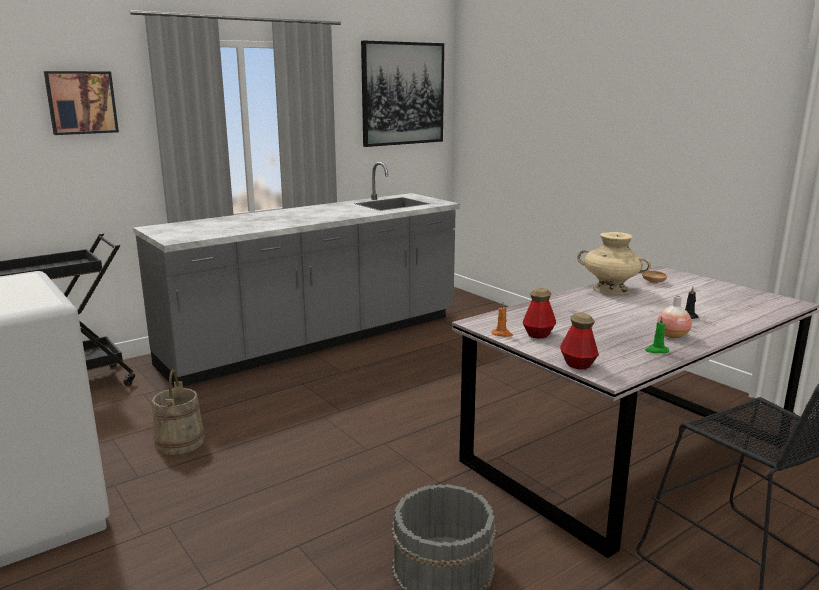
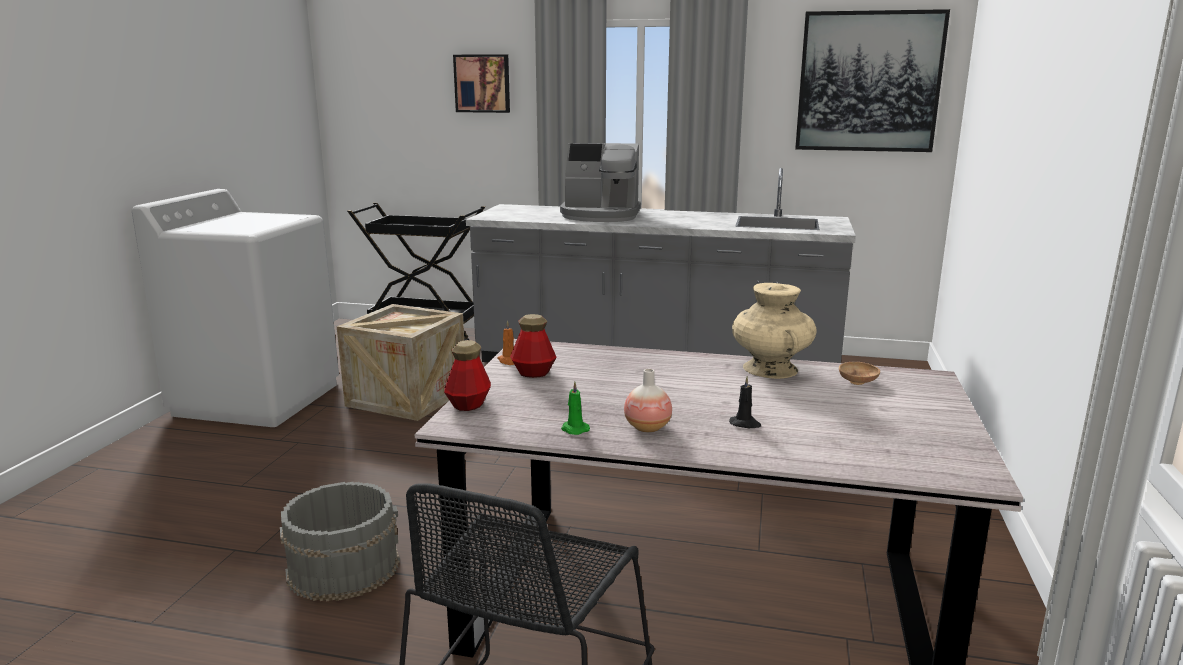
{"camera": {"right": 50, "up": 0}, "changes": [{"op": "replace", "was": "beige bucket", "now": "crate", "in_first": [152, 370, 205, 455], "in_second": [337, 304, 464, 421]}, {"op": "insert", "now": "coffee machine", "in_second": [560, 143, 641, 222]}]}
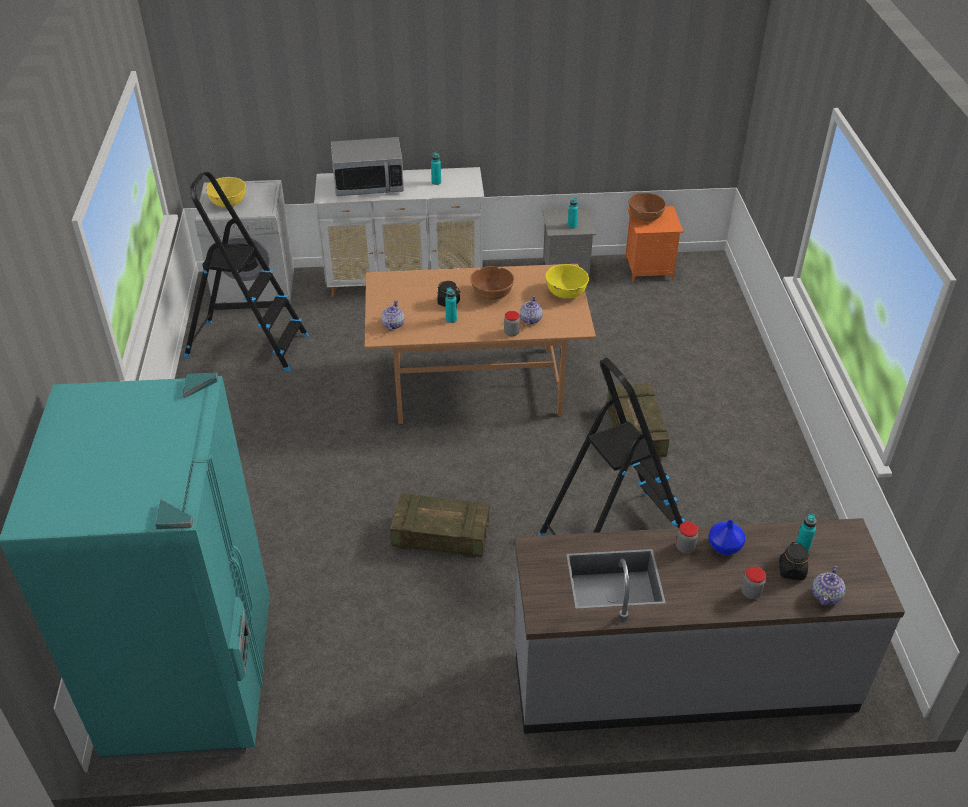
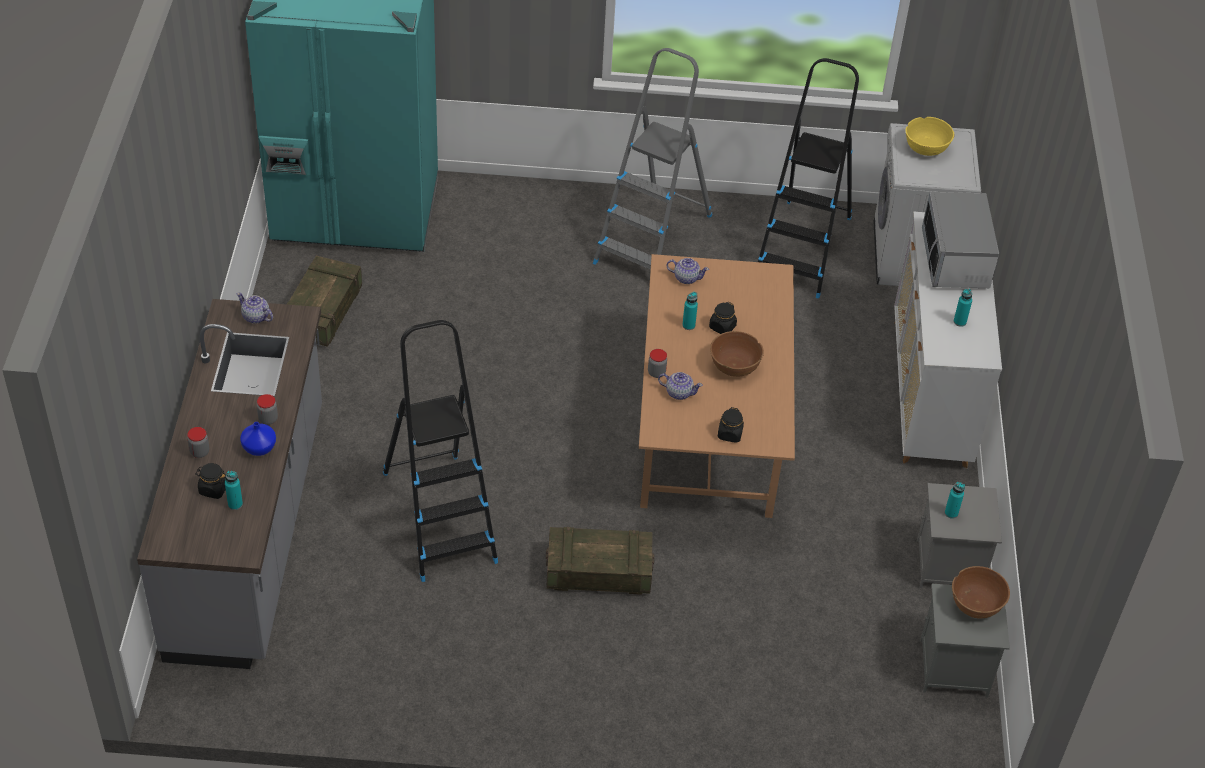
{"camera": {"right": 95, "up": 5}, "changes": [{"op": "move", "was": "crate", "in_first": [390, 493, 490, 558], "in_second": [287, 256, 362, 347]}, {"op": "replace", "was": "yellow bowl", "now": "black jar", "in_first": [545, 264, 589, 299], "in_second": [718, 407, 744, 443]}, {"op": "recolor", "was": "orange nightstand", "now": "grey nightstand", "in_first": [625, 206, 683, 282], "in_second": [920, 584, 1010, 697]}, {"op": "move", "was": "teapot", "in_first": [812, 565, 845, 606], "in_second": [237, 293, 273, 324]}, {"op": "insert", "now": "grey step ladder", "in_second": [593, 48, 713, 269]}]}
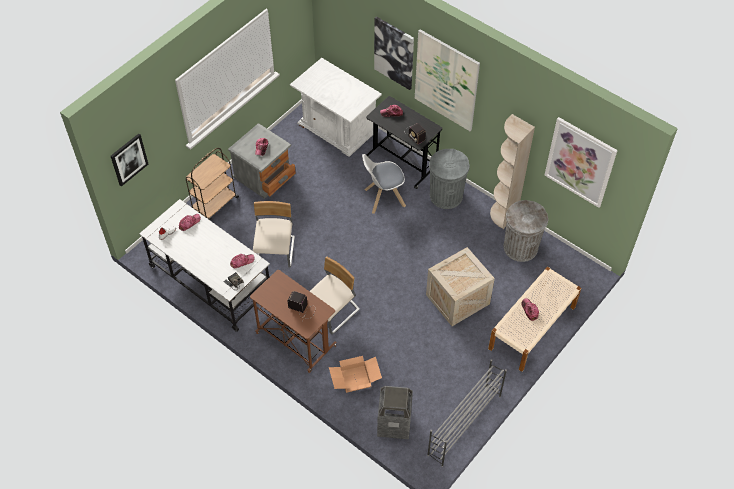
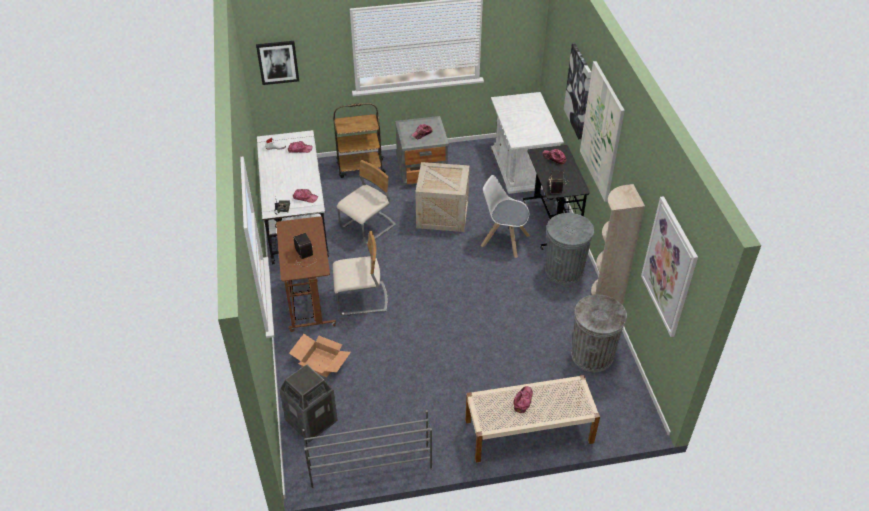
{"camera": {"right": 40, "up": -10}, "changes": [{"op": "move", "was": "crate", "in_first": [426, 247, 495, 326], "in_second": [415, 162, 470, 232]}]}
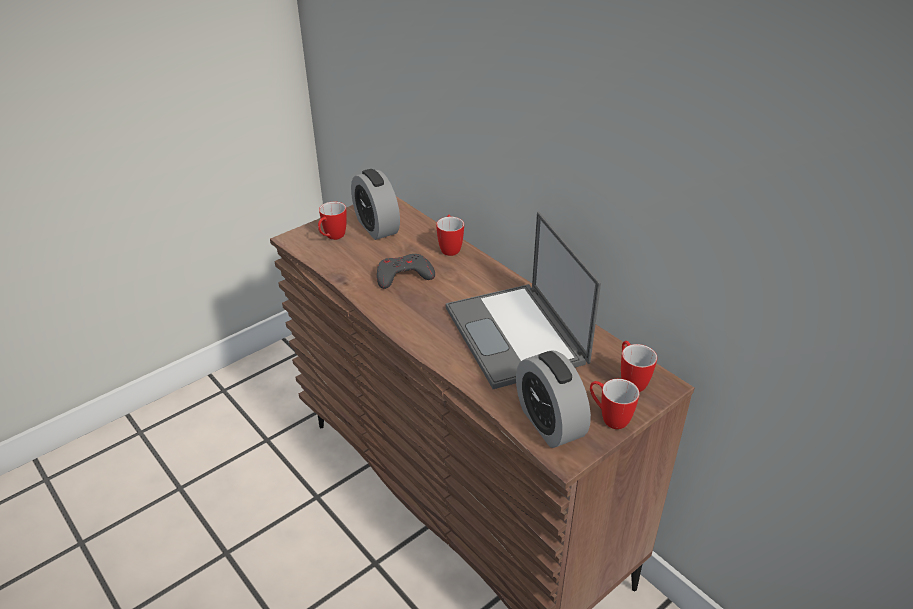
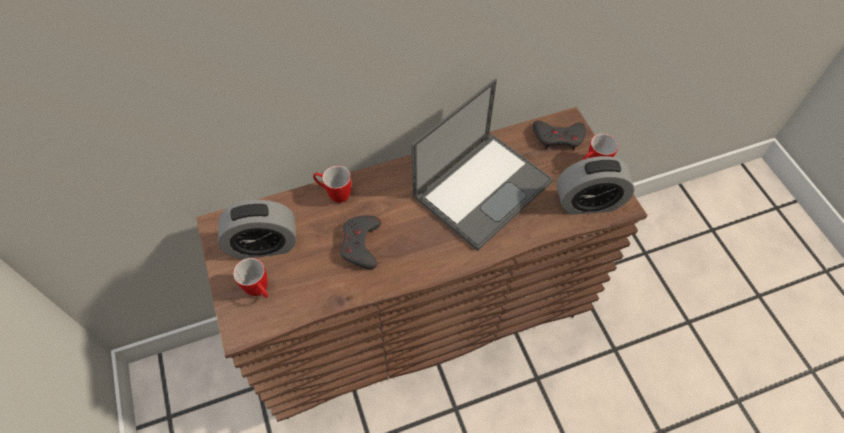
{"camera": {"right": -70, "up": 20}, "changes": [{"op": "rotate", "was": "laptop", "in_first": [446, 211, 601, 389], "in_second": [411, 79, 553, 251], "clockwise": -45}, {"op": "replace", "was": "mug", "now": "grey game controller", "in_first": [621, 341, 657, 392], "in_second": [533, 121, 586, 150]}]}
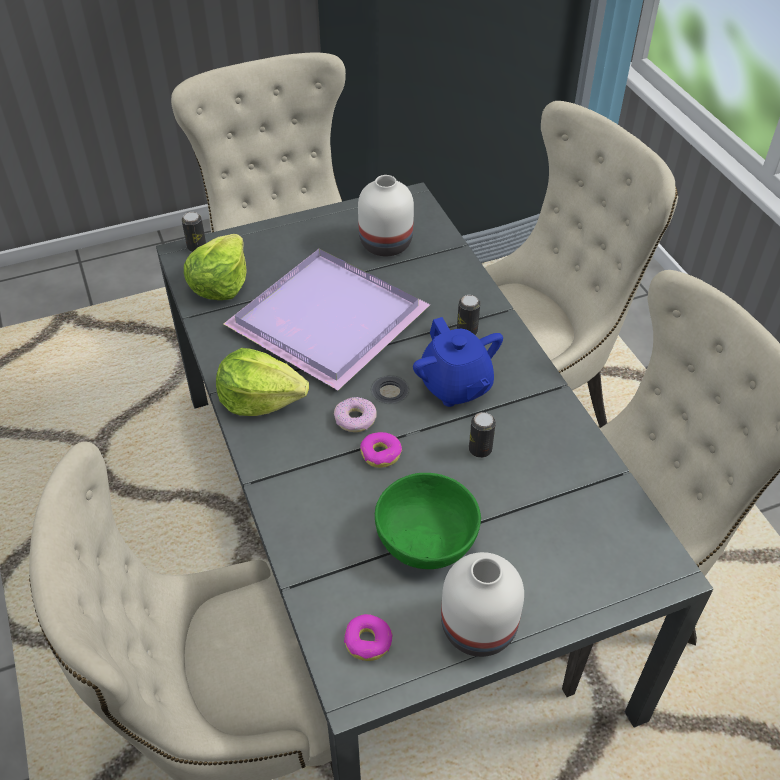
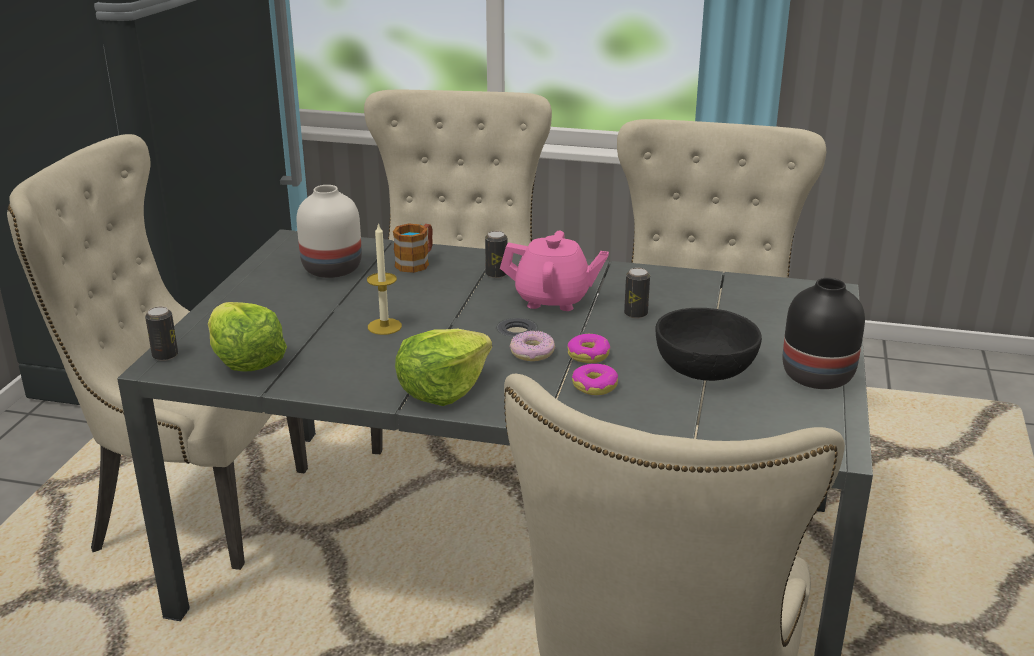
{"camera": {"right": -55, "up": -20}, "changes": [{"op": "replace", "was": "purple tray", "now": "candle", "in_first": [224, 249, 430, 390], "in_second": [367, 223, 402, 335]}, {"op": "move", "was": "donut", "in_first": [344, 614, 393, 661], "in_second": [572, 364, 618, 395]}, {"op": "recolor", "was": "green bowl", "now": "black bowl", "in_first": [375, 473, 481, 569], "in_second": [656, 308, 762, 381]}, {"op": "recolor", "was": "blue teapot", "now": "pink teapot", "in_first": [413, 317, 503, 407], "in_second": [500, 231, 609, 311]}, {"op": "recolor", "was": "white vase", "now": "black vase", "in_first": [441, 552, 524, 657], "in_second": [783, 278, 865, 389]}, {"op": "insert", "now": "mug", "in_second": [393, 223, 433, 273]}]}
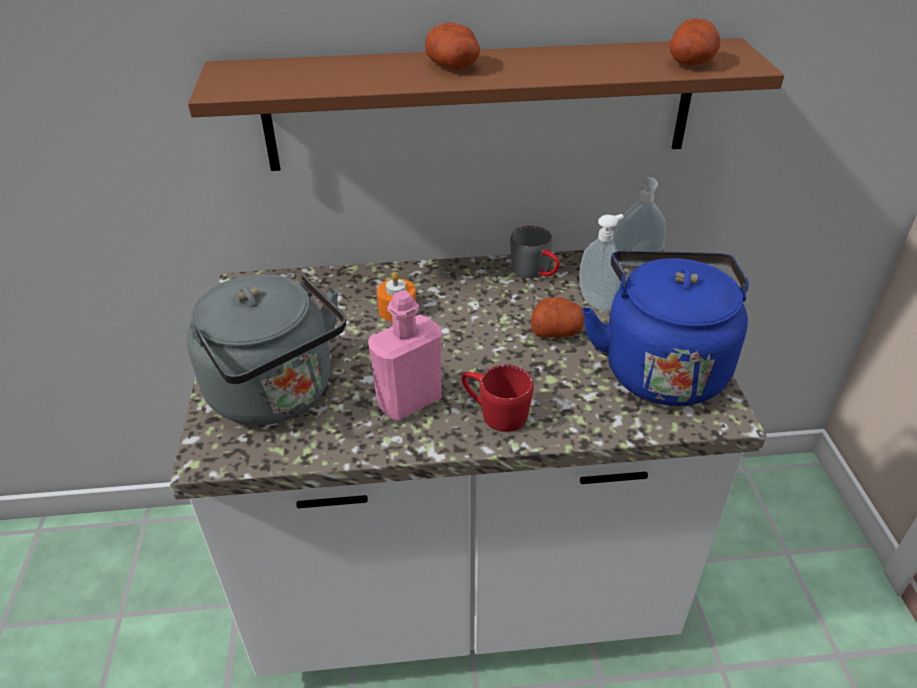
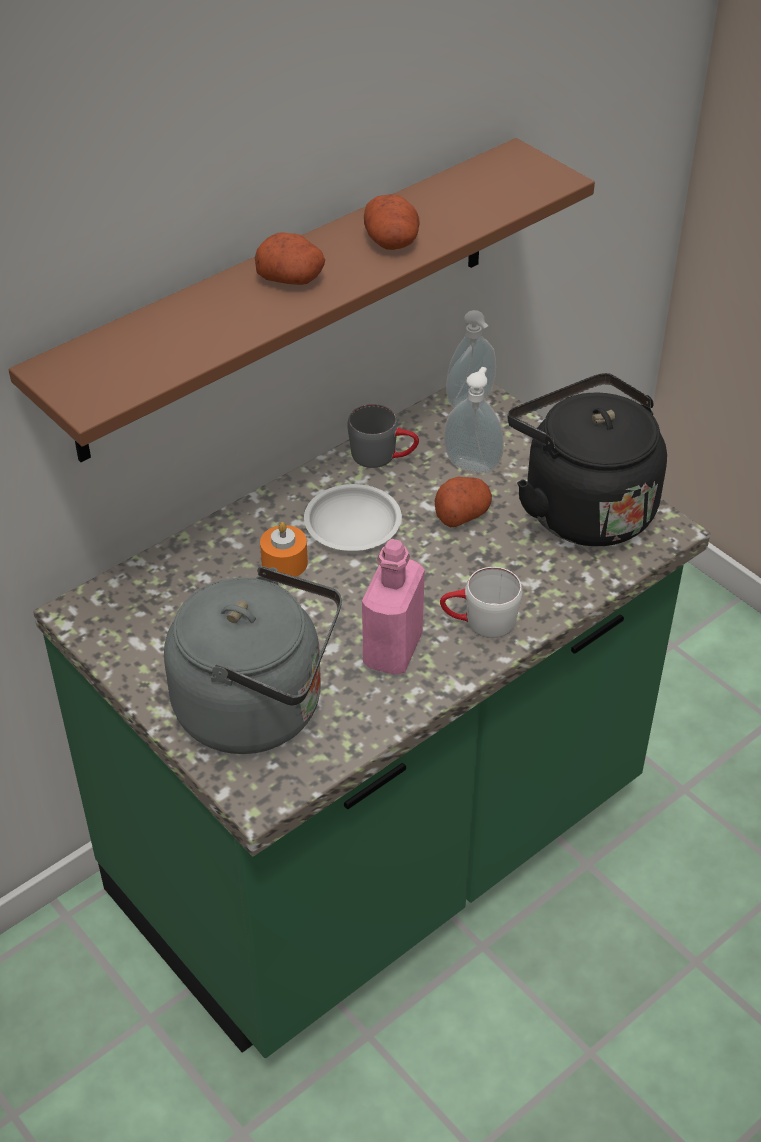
{"camera": {"right": -35, "up": 5}, "changes": [{"op": "recolor", "was": "white counter", "now": "green counter", "in_first": [170, 249, 766, 676], "in_second": [33, 383, 710, 1058]}, {"op": "recolor", "was": "red mug", "now": "white mug", "in_first": [462, 365, 534, 432], "in_second": [440, 567, 522, 638]}, {"op": "recolor", "was": "blue kettle", "now": "black kettle", "in_first": [582, 251, 749, 406], "in_second": [508, 373, 667, 546]}, {"op": "move", "was": "potato", "in_first": [670, 19, 720, 66], "in_second": [364, 194, 420, 250]}, {"op": "insert", "now": "white plate", "in_second": [304, 484, 402, 551]}]}
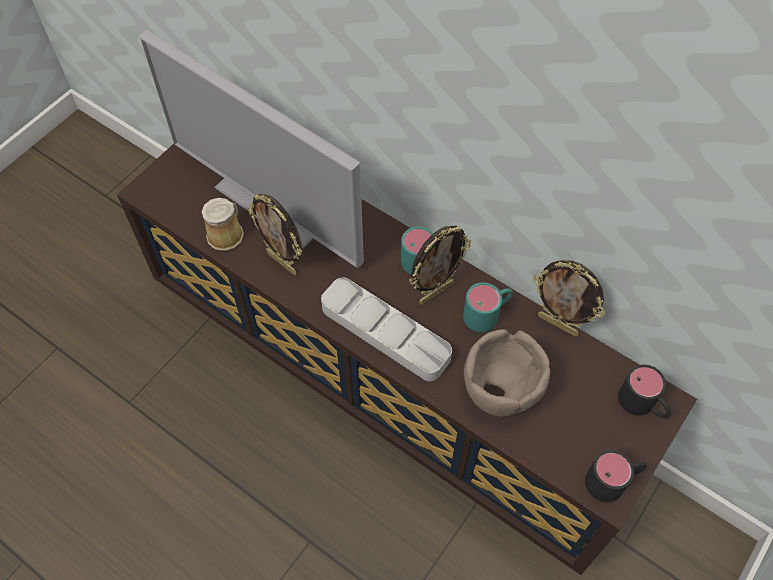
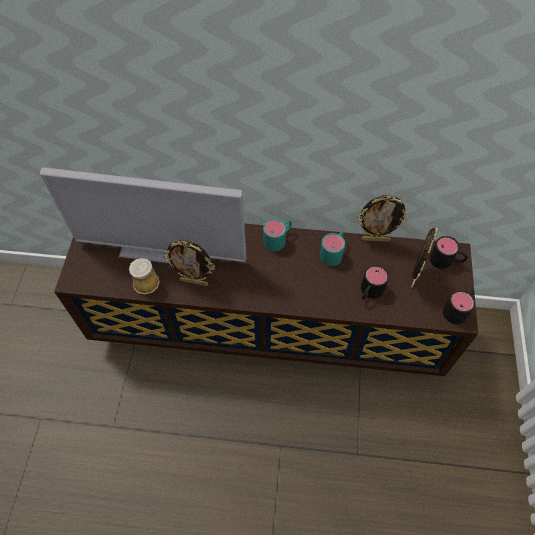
{"camera": {"right": -30, "up": 0}, "changes": [{"op": "delete", "was": "grey tray", "in_first": [321, 278, 452, 381]}, {"op": "move", "was": "picture frame", "in_first": [409, 226, 471, 305], "in_second": [411, 227, 438, 287]}, {"op": "replace", "was": "brown bowl", "now": "black mug", "in_first": [464, 329, 550, 416], "in_second": [361, 265, 389, 300]}]}
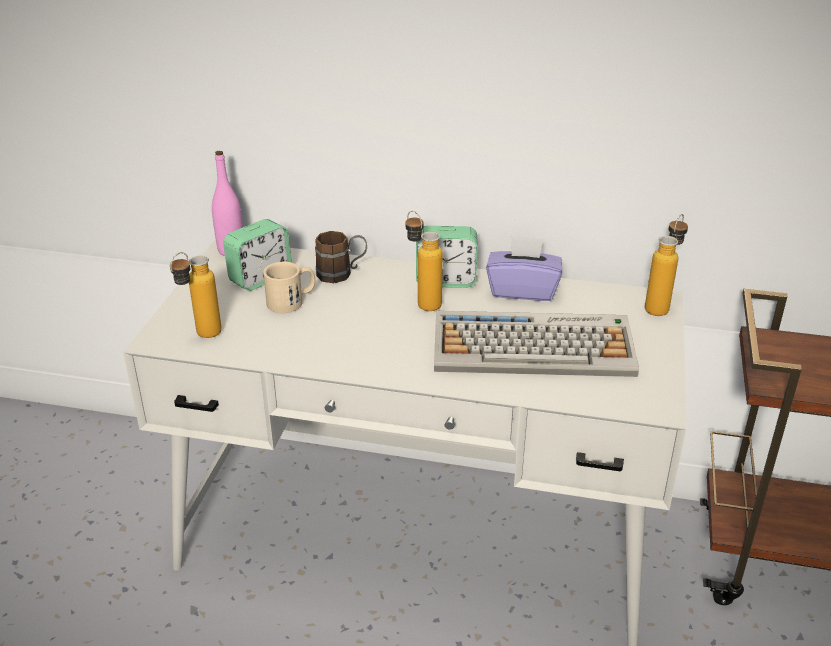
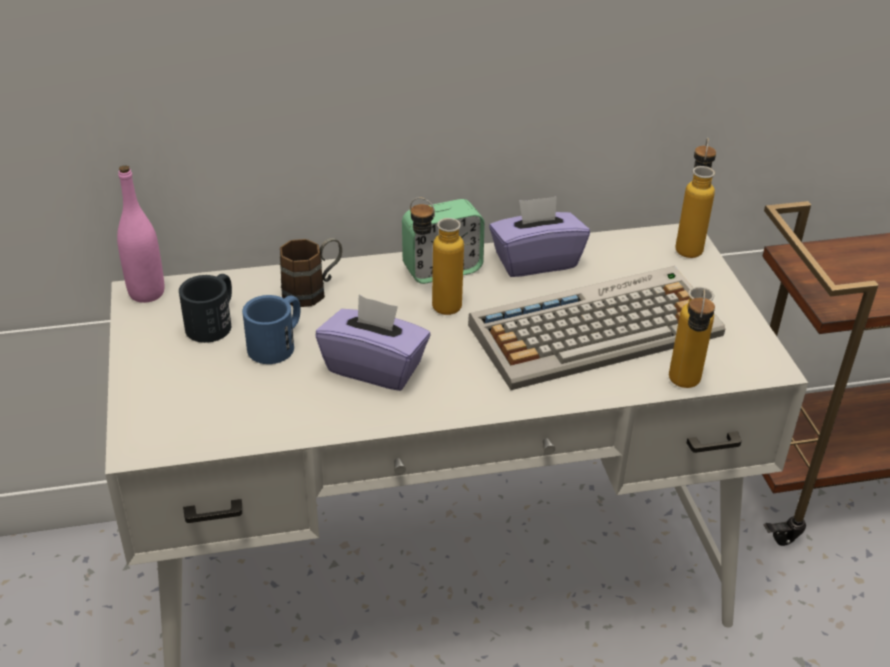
{"camera": {"right": -25, "up": 5}, "changes": [{"op": "move", "was": "bottle", "in_first": [170, 252, 222, 338], "in_second": [669, 287, 715, 388]}, {"op": "replace", "was": "alarm clock", "now": "black mug", "in_first": [223, 219, 292, 291], "in_second": [179, 274, 232, 343]}, {"op": "recolor", "was": "beige mug", "now": "blue mug", "in_first": [263, 262, 315, 313], "in_second": [242, 295, 300, 364]}, {"op": "insert", "now": "purple tissue box", "in_second": [316, 295, 431, 391]}]}
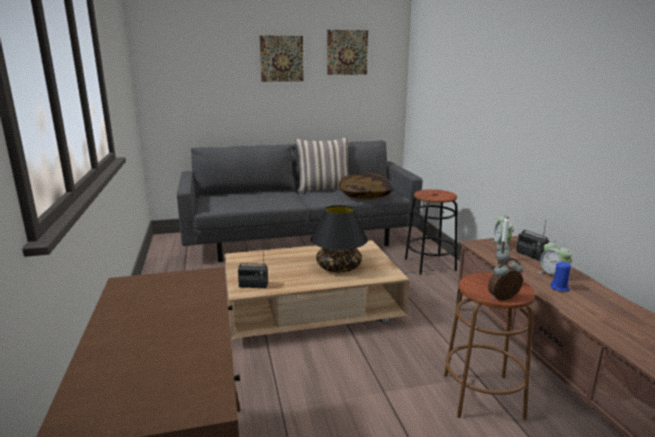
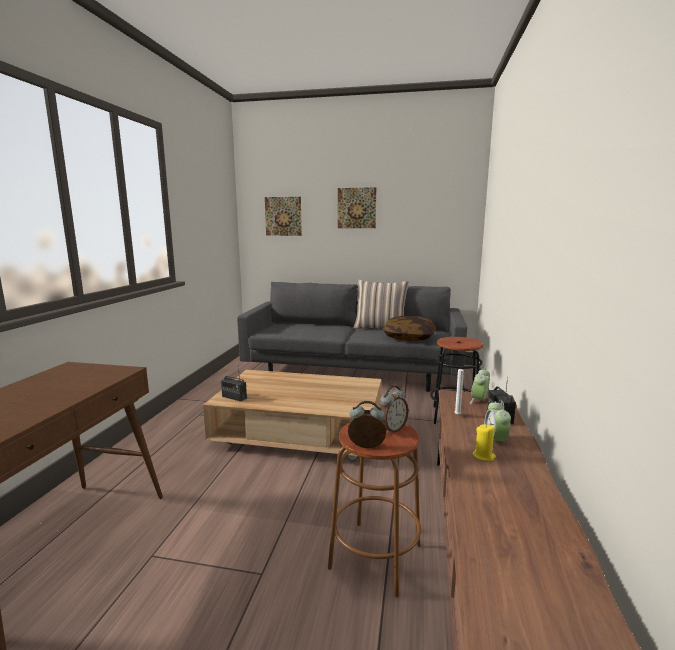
{"camera": {"right": 25, "up": -5}, "changes": [{"op": "delete", "was": "black table lamp", "in_first": [311, 205, 368, 272]}, {"op": "move", "was": "picture", "in_first": [327, 30, 368, 75], "in_second": [265, 197, 302, 236]}, {"op": "recolor", "was": "blue candle", "now": "yellow candle", "in_first": [550, 262, 571, 292], "in_second": [472, 424, 496, 461]}]}
